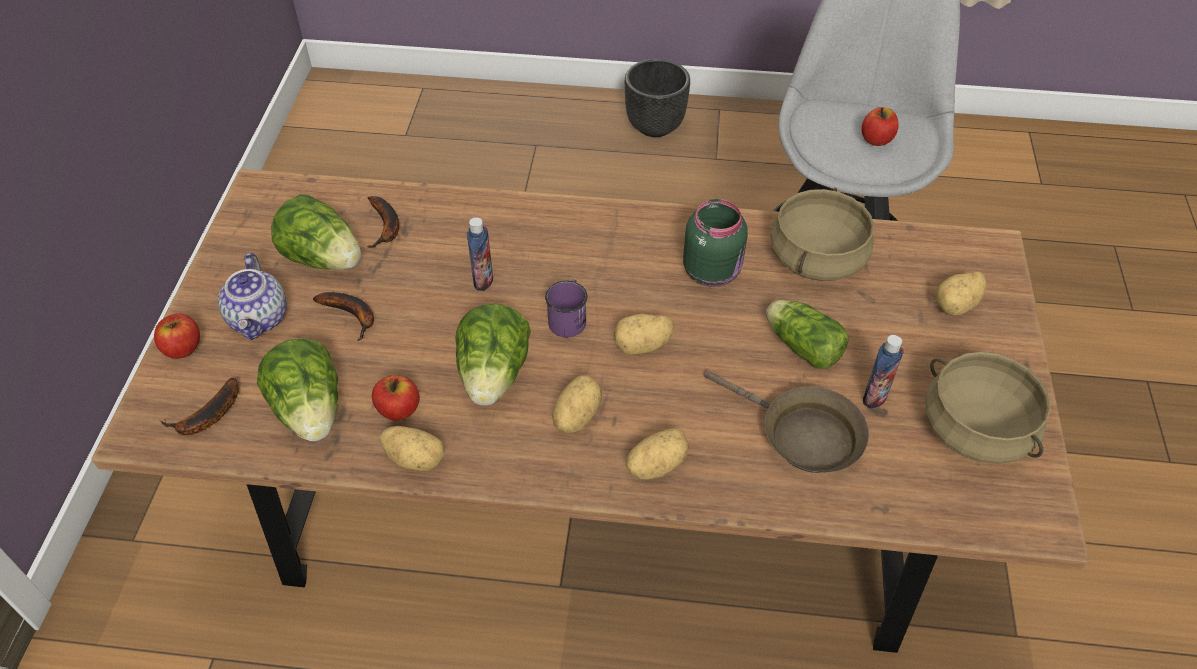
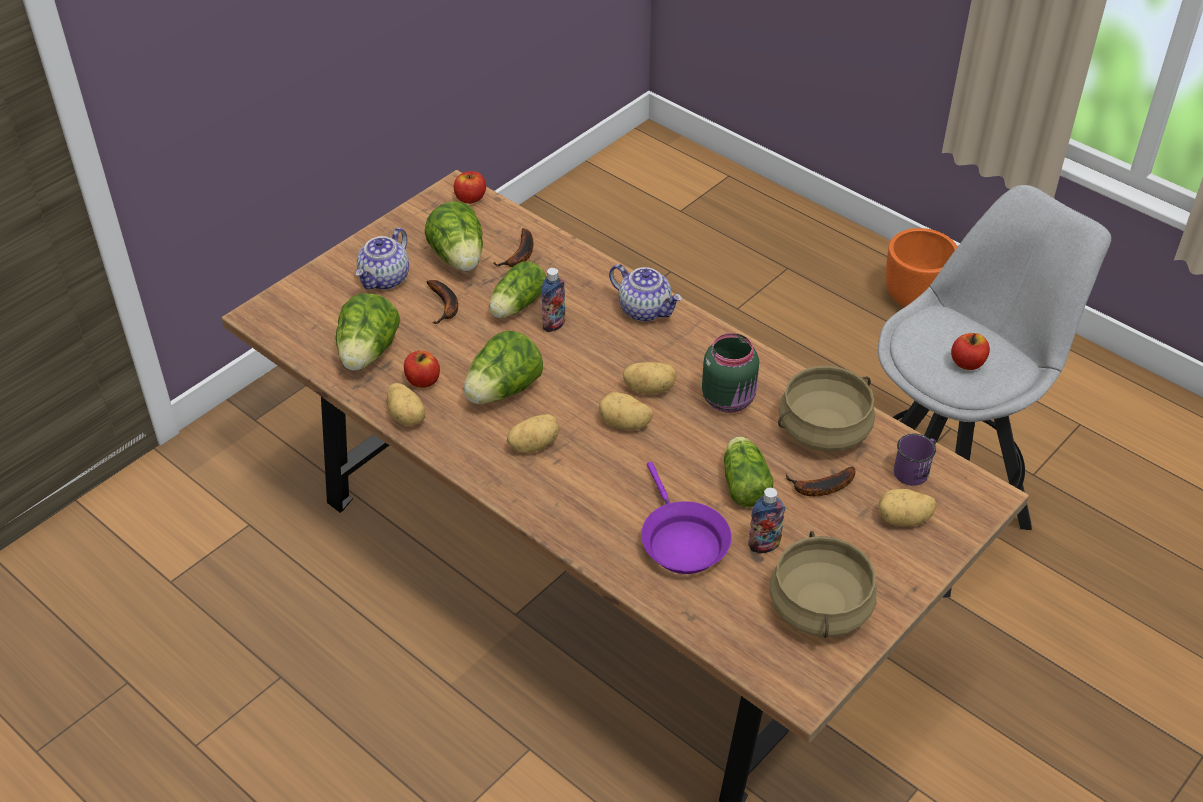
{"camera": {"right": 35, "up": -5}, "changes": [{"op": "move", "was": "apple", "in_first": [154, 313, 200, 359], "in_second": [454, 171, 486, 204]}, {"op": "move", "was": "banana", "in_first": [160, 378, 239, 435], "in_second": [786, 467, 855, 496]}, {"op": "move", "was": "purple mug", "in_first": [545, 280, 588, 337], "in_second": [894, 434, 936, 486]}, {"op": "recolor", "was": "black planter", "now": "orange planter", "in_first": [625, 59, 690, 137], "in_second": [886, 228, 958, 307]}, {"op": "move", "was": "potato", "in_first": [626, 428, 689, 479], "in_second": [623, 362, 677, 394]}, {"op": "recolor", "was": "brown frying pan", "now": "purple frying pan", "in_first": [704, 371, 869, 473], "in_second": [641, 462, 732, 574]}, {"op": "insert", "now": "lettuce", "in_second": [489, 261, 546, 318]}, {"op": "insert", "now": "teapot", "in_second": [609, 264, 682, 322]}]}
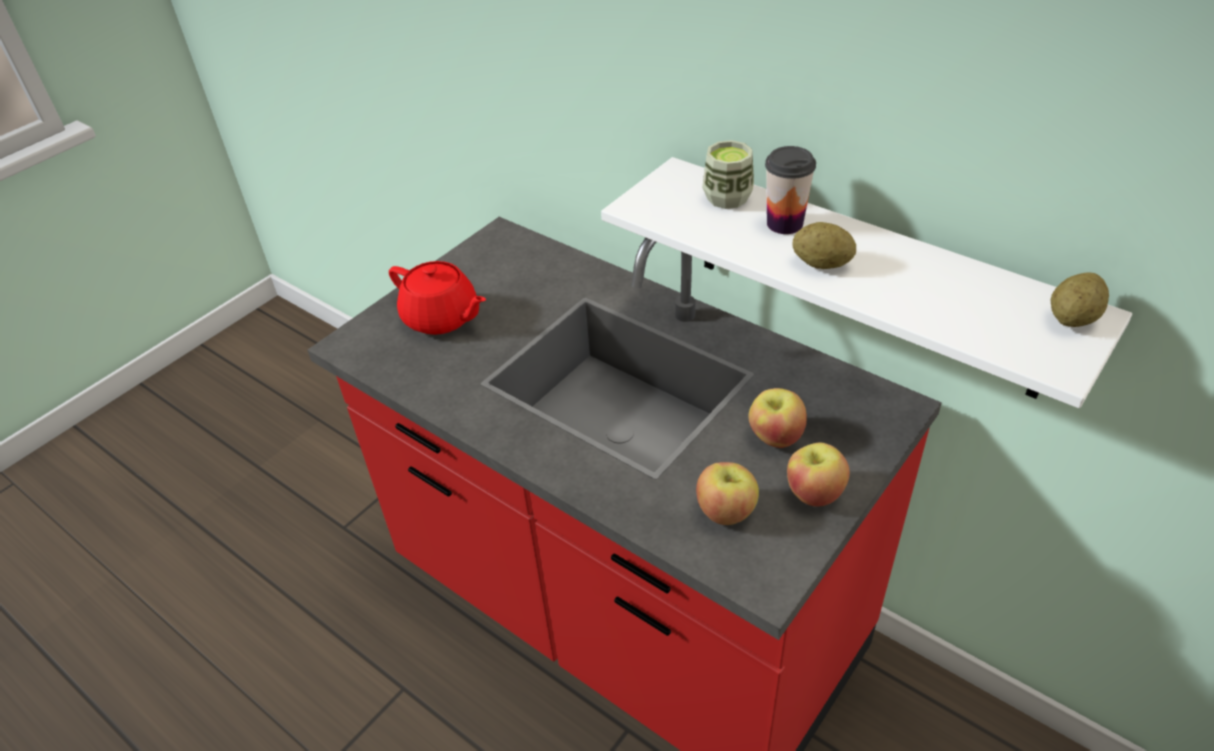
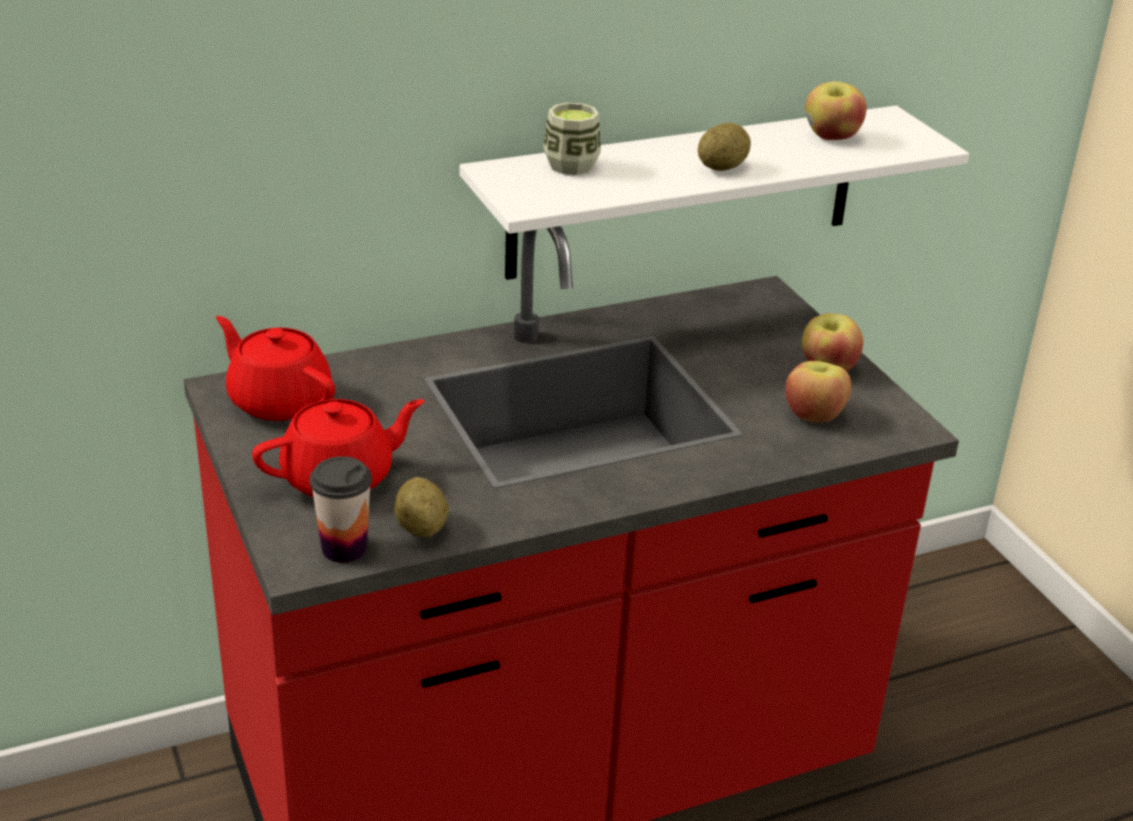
{"camera": {"right": -65, "up": -10}, "changes": [{"op": "move", "was": "apple", "in_first": [749, 388, 807, 448], "in_second": [805, 81, 867, 140]}, {"op": "move", "was": "cup", "in_first": [765, 146, 816, 234], "in_second": [310, 456, 372, 563]}, {"op": "move", "was": "potato", "in_first": [1051, 272, 1109, 327], "in_second": [395, 477, 449, 538]}, {"op": "insert", "now": "red teapot", "in_second": [216, 316, 335, 421]}]}
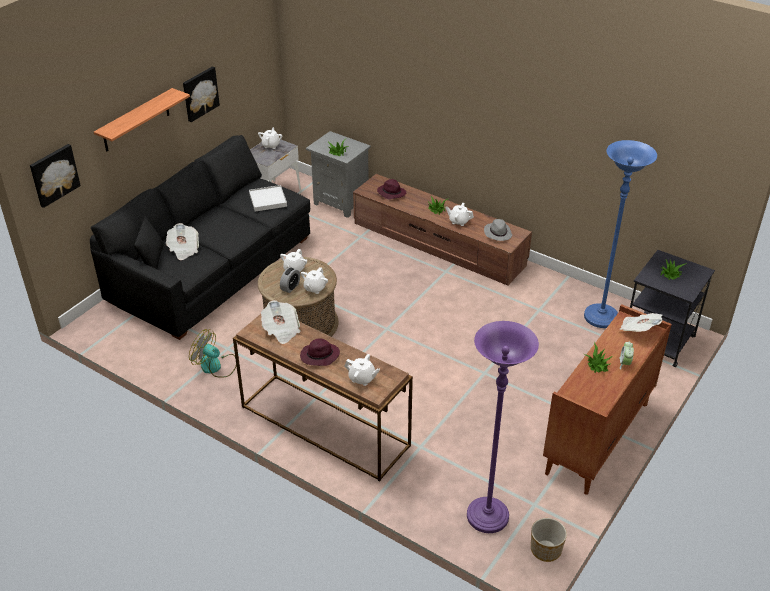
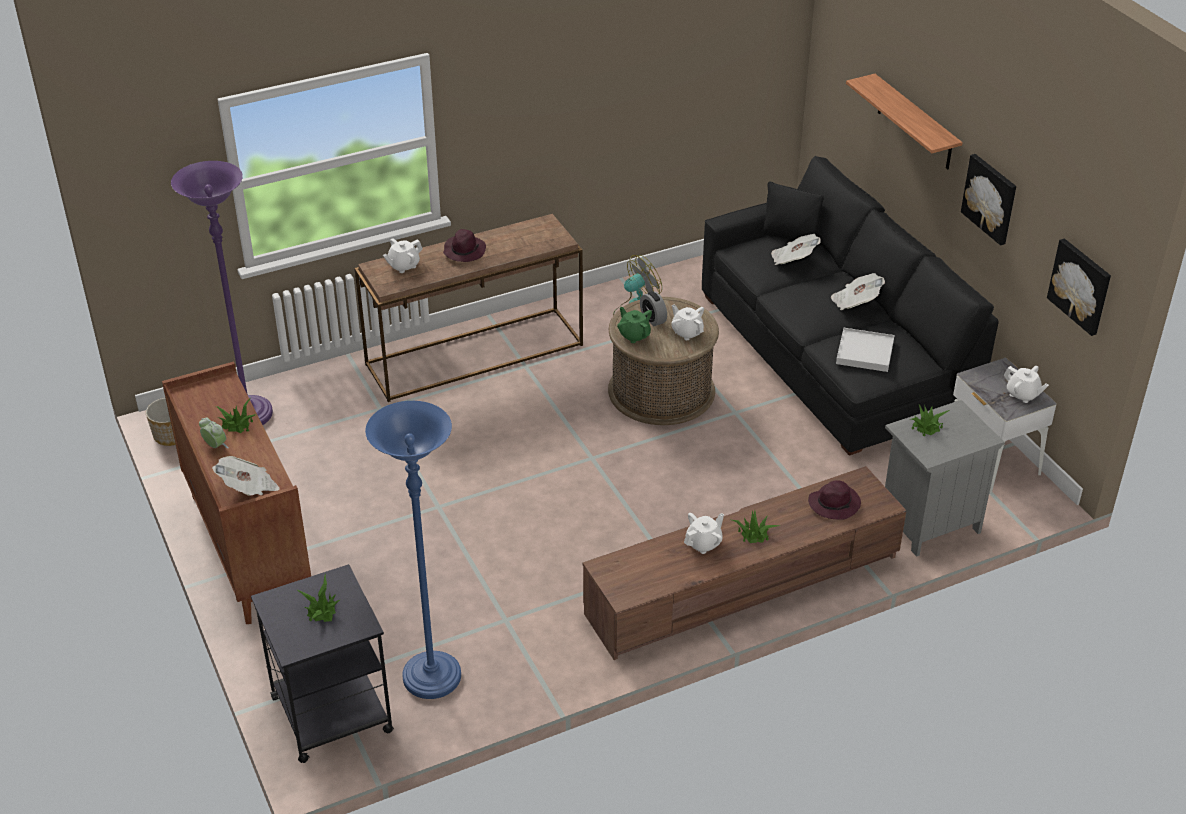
{"camera": {"right": 120, "up": 0}, "changes": [{"op": "move", "was": "picture", "in_first": [30, 144, 81, 208], "in_second": [1047, 238, 1111, 336]}, {"op": "move", "was": "newspaper", "in_first": [261, 300, 301, 344], "in_second": [831, 273, 885, 310]}, {"op": "recolor", "was": "white teapot", "now": "green teapot", "in_first": [301, 267, 328, 294], "in_second": [617, 307, 652, 343]}, {"op": "delete", "was": "grey hat", "in_first": [484, 219, 512, 241]}]}
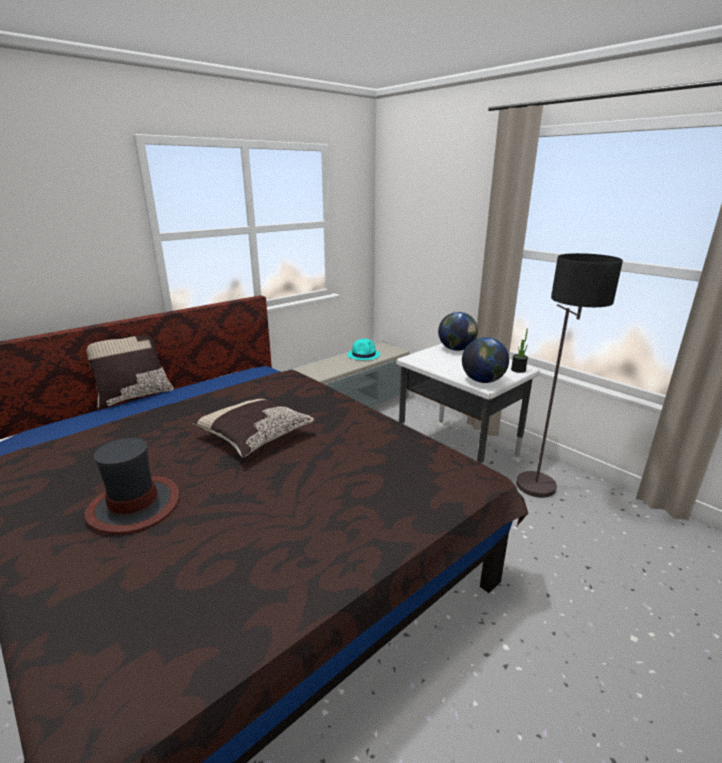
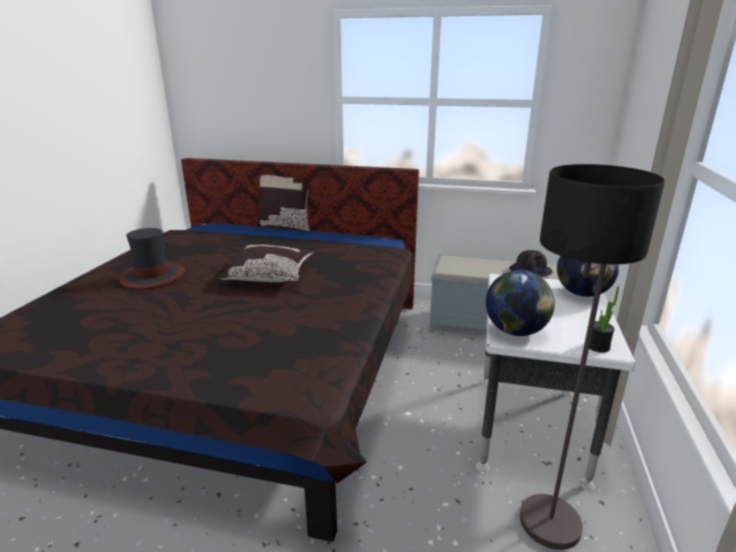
{"camera": {"right": 55, "up": 0}, "changes": [{"op": "recolor", "was": "turquoise hat", "now": "black hat", "in_first": [347, 339, 380, 360], "in_second": [509, 250, 552, 277]}]}
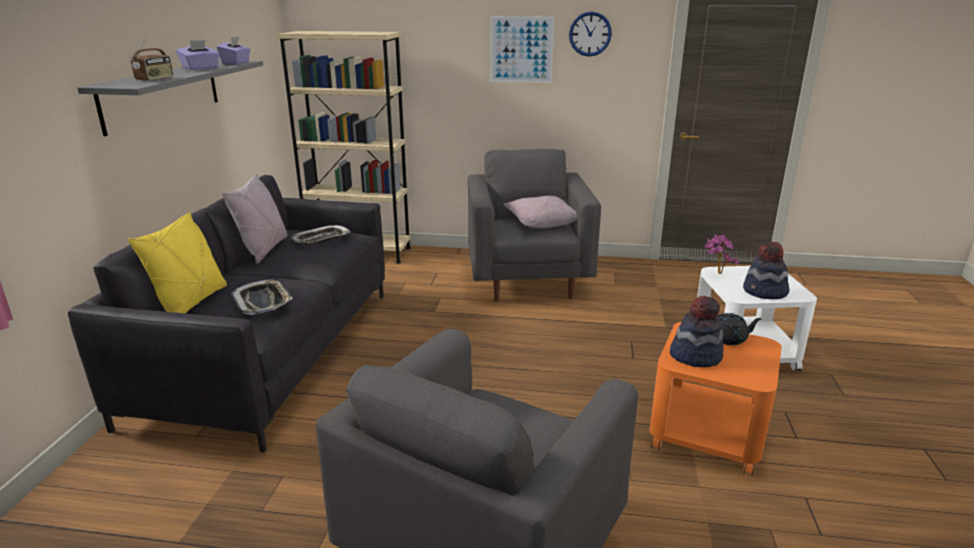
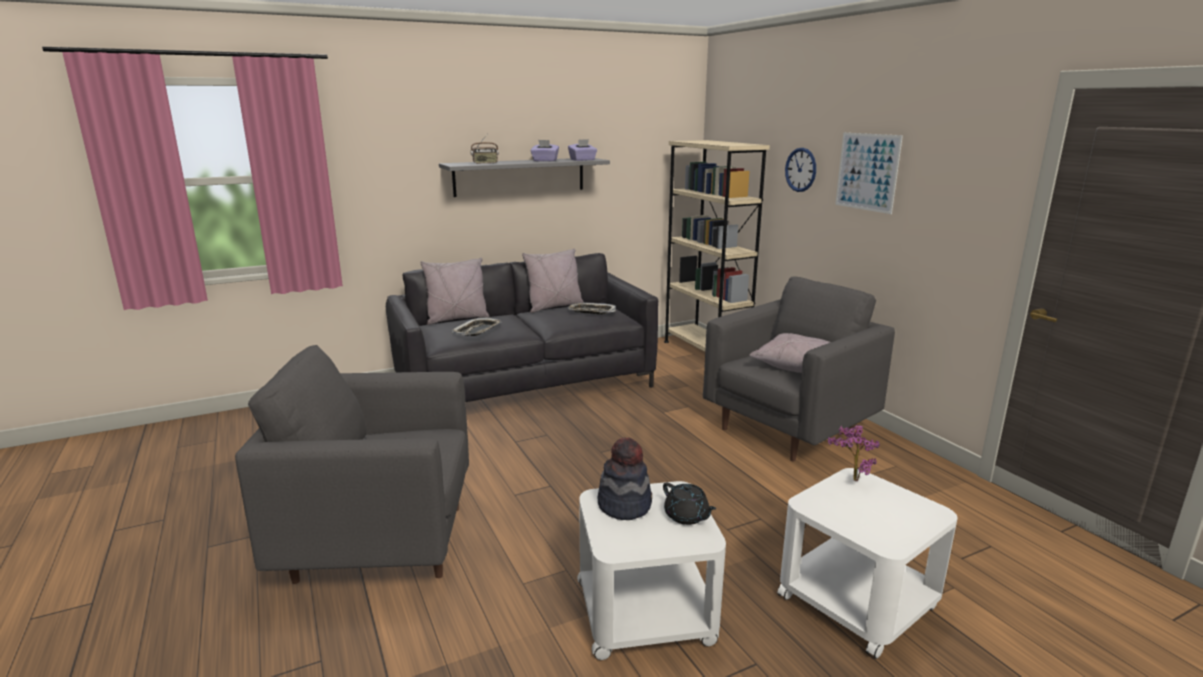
{"camera": {"right": 55, "up": -5}, "changes": [{"op": "recolor", "was": "yellow pillow", "now": "purple pillow", "in_first": [128, 211, 227, 314], "in_second": [420, 258, 490, 325]}, {"op": "move", "was": "wall clock", "in_first": [569, 11, 612, 56], "in_second": [785, 148, 816, 192]}, {"op": "recolor", "was": "orange side table", "now": "white side table", "in_first": [649, 322, 782, 476], "in_second": [577, 481, 726, 660]}, {"op": "delete", "was": "hat", "in_first": [743, 241, 789, 299]}]}
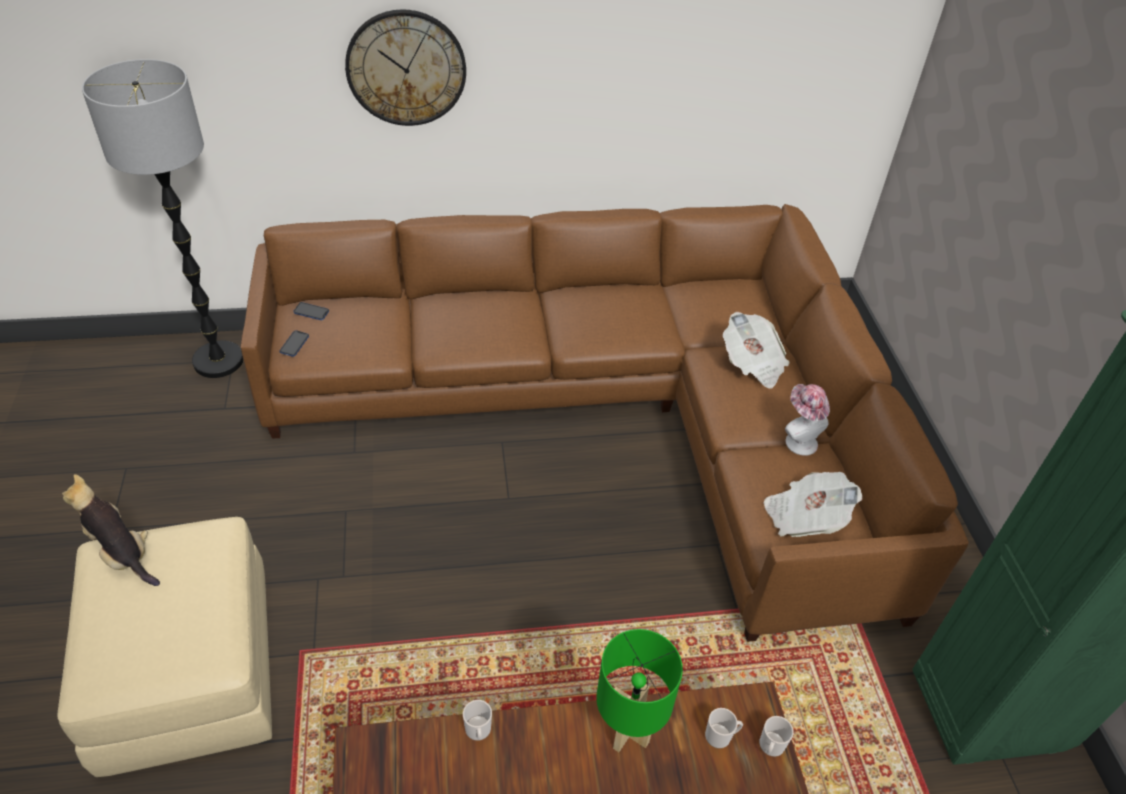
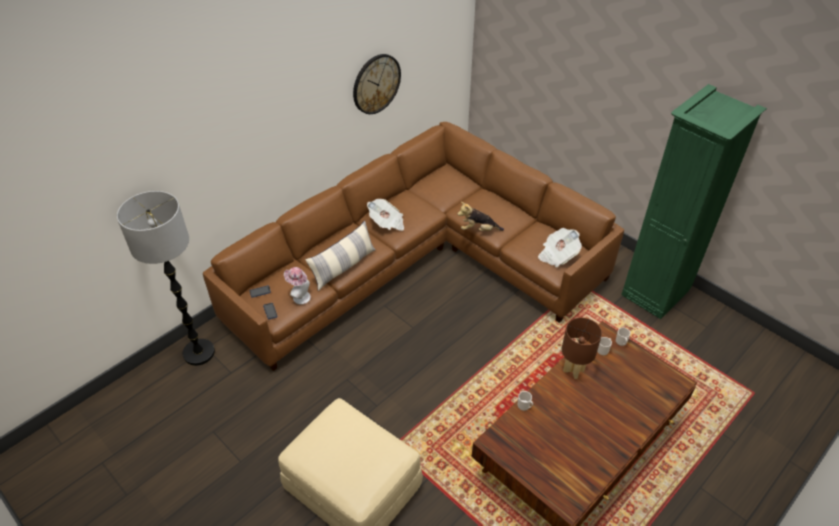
{"camera": {"right": -35, "up": 0}, "changes": [{"op": "move", "was": "plush toy", "in_first": [62, 474, 160, 586], "in_second": [457, 202, 504, 231]}, {"op": "move", "was": "wall clock", "in_first": [345, 9, 466, 126], "in_second": [353, 54, 401, 114]}, {"op": "recolor", "was": "green table lamp", "now": "brown table lamp", "in_first": [596, 629, 683, 752], "in_second": [562, 318, 602, 379]}, {"op": "move", "was": "newspaper", "in_first": [723, 312, 790, 389], "in_second": [367, 199, 404, 231]}, {"op": "move", "was": "hat", "in_first": [785, 384, 830, 456], "in_second": [284, 267, 311, 304]}, {"op": "insert", "now": "pillow", "in_second": [305, 221, 376, 291]}]}
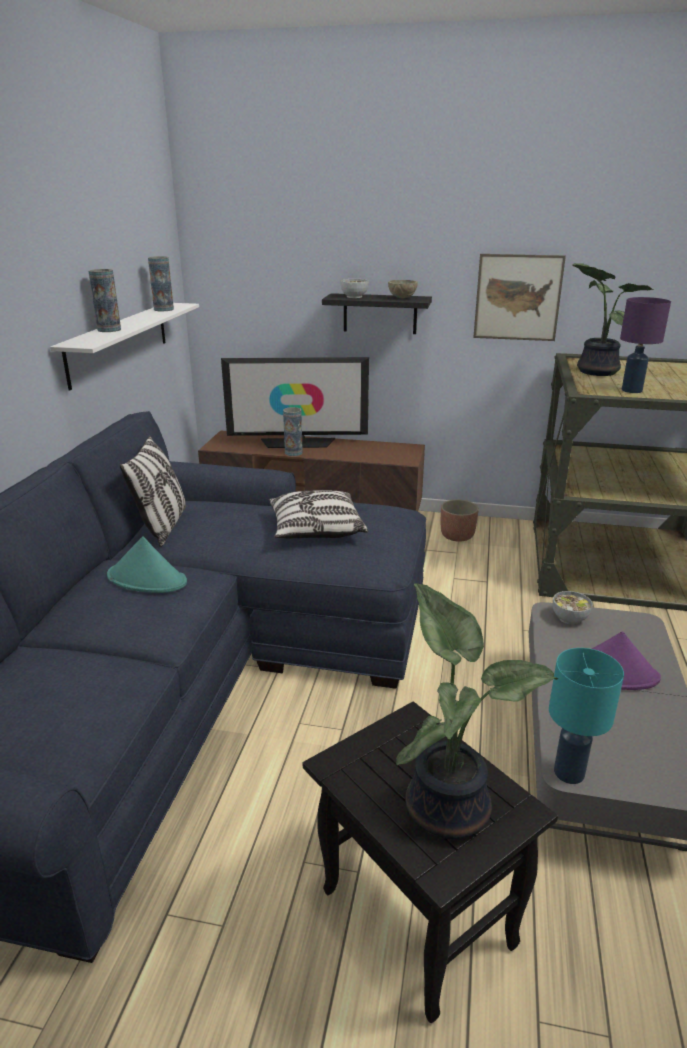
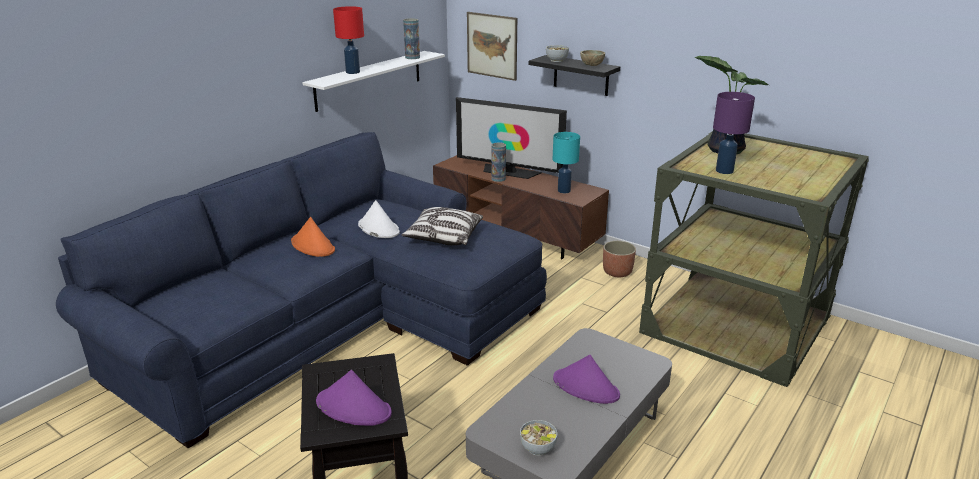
{"camera": {"right": 25, "up": 0}, "changes": [{"op": "replace", "was": "vase", "now": "red table lamp", "in_first": [88, 269, 121, 332], "in_second": [333, 6, 364, 74]}, {"op": "recolor", "was": "turquoise hat", "now": "orange hat", "in_first": [107, 536, 187, 593], "in_second": [291, 217, 335, 257]}, {"op": "delete", "was": "pillow", "in_first": [120, 435, 186, 547]}, {"op": "replace", "was": "potted plant", "now": "purple hat", "in_first": [396, 583, 558, 839], "in_second": [316, 370, 392, 426]}, {"op": "move", "was": "picture", "in_first": [473, 254, 566, 341], "in_second": [467, 12, 517, 81]}, {"op": "move", "was": "turquoise table lamp", "in_first": [549, 648, 624, 784], "in_second": [553, 132, 580, 193]}, {"op": "move", "was": "bowl", "in_first": [552, 591, 593, 625], "in_second": [520, 420, 557, 456]}, {"op": "insert", "now": "white hat", "in_second": [358, 200, 400, 238]}]}
